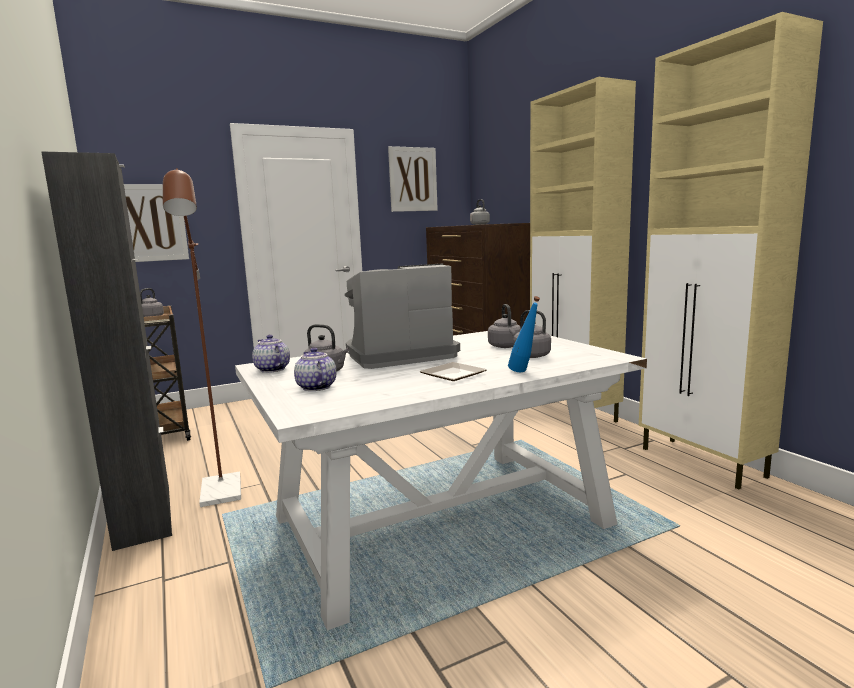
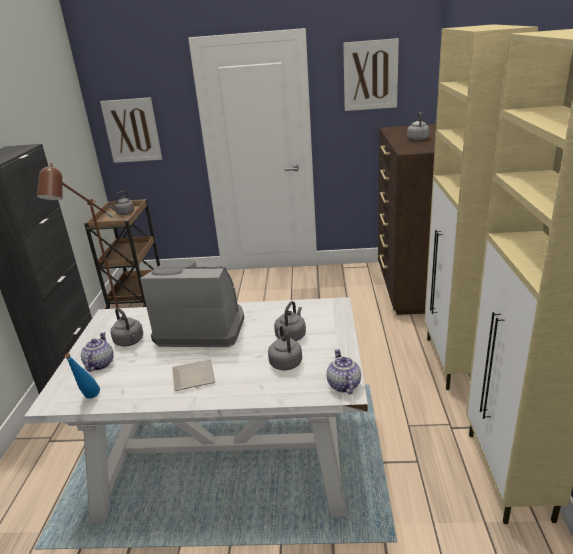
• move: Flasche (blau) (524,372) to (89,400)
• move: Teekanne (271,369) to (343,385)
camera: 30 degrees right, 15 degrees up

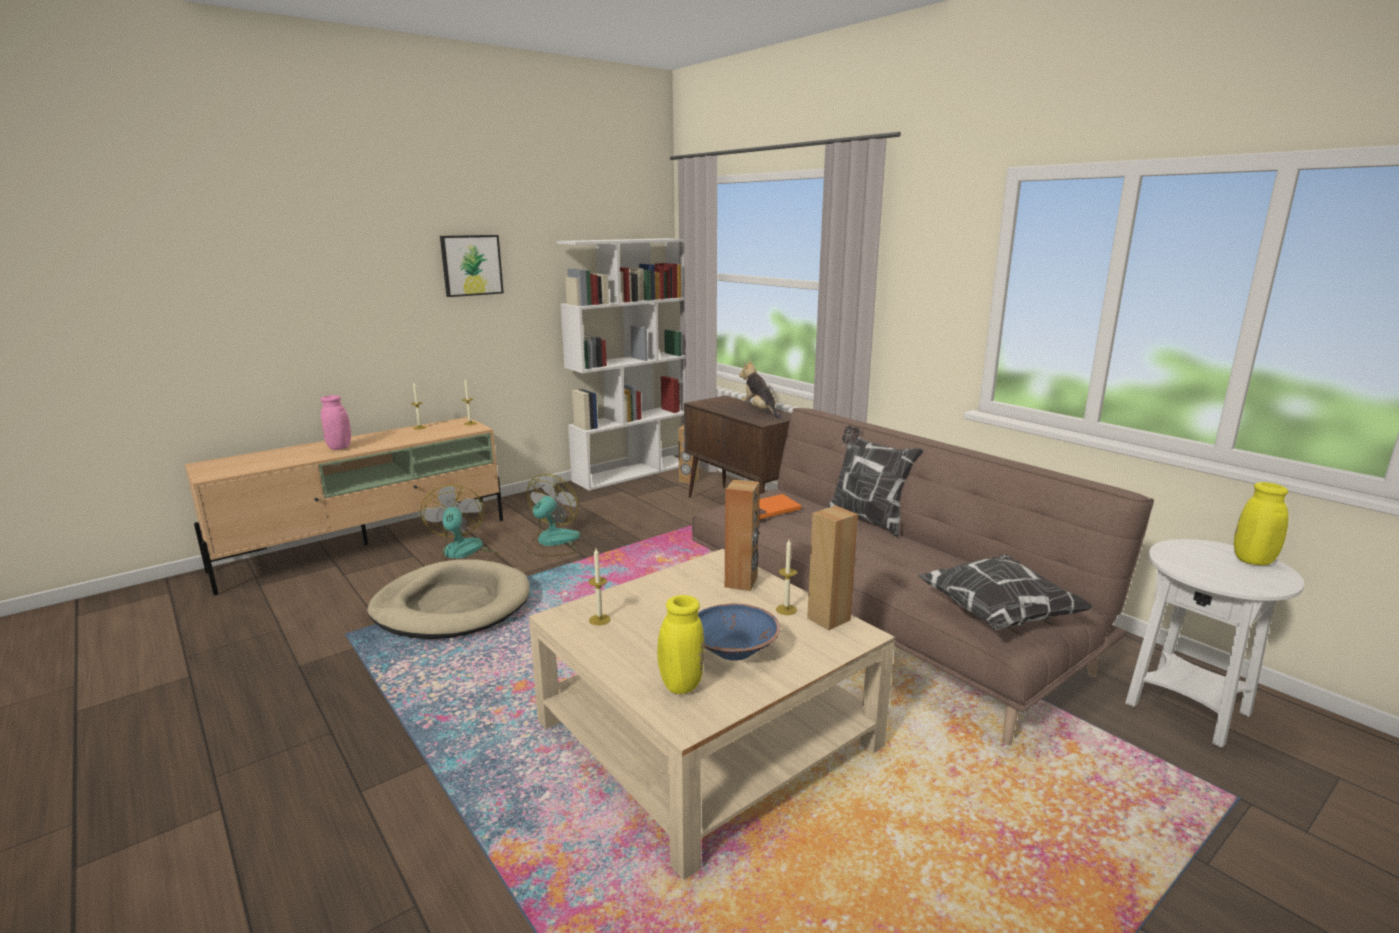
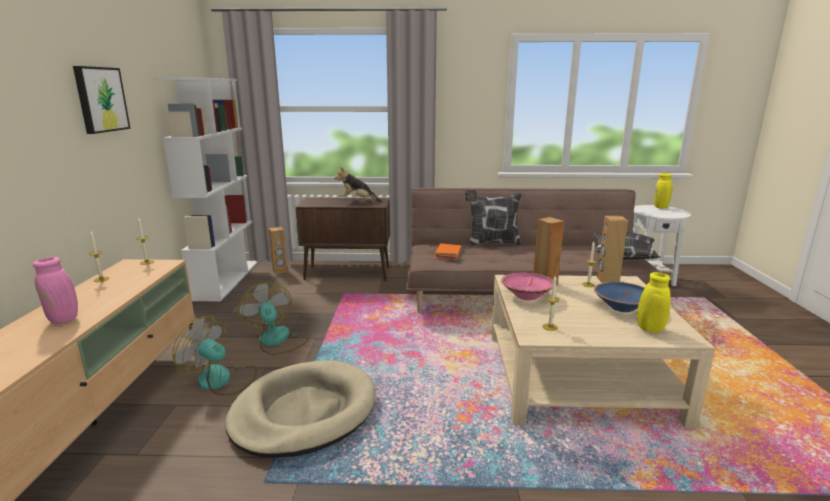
• insert: Schüssel (rosa) (526,296)
camera: 50 degrees left, 0 degrees up

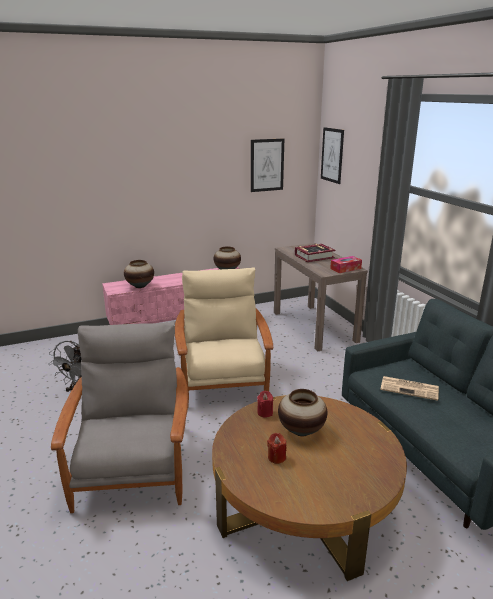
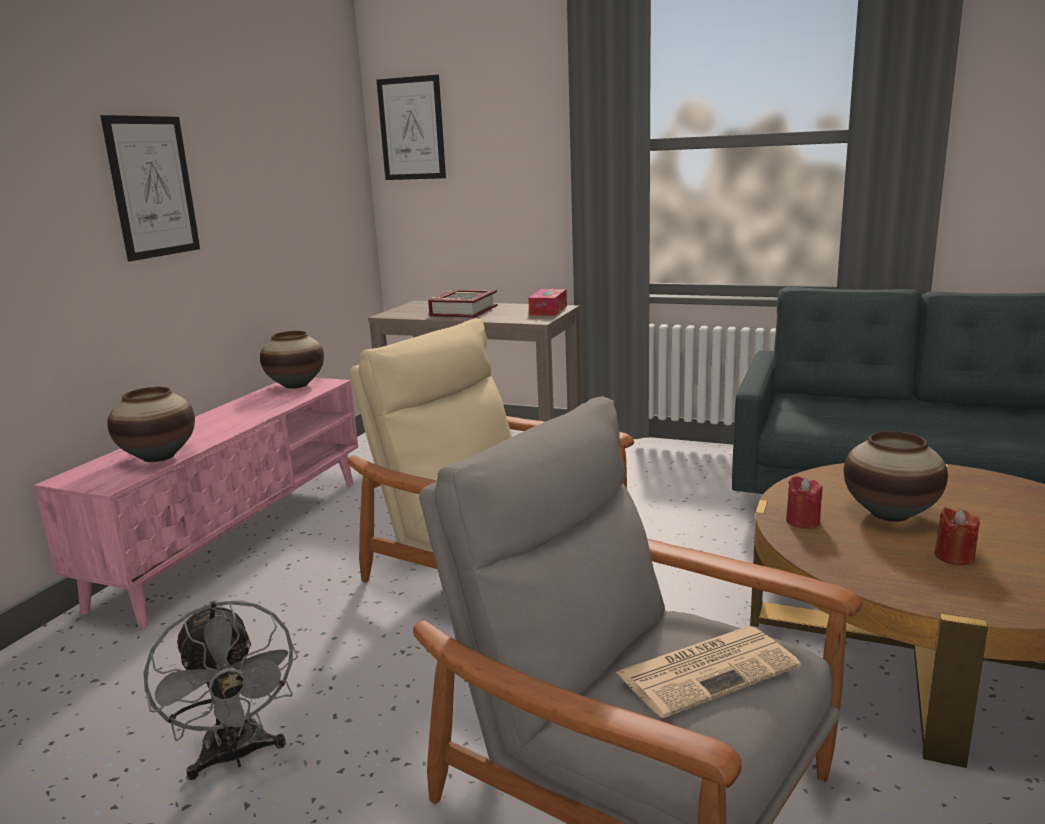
• move: Bild (267,165) to (152,187)
• move: Zeitung (410,388) to (708,669)
camera: 45 degrees left, 5 degrees down

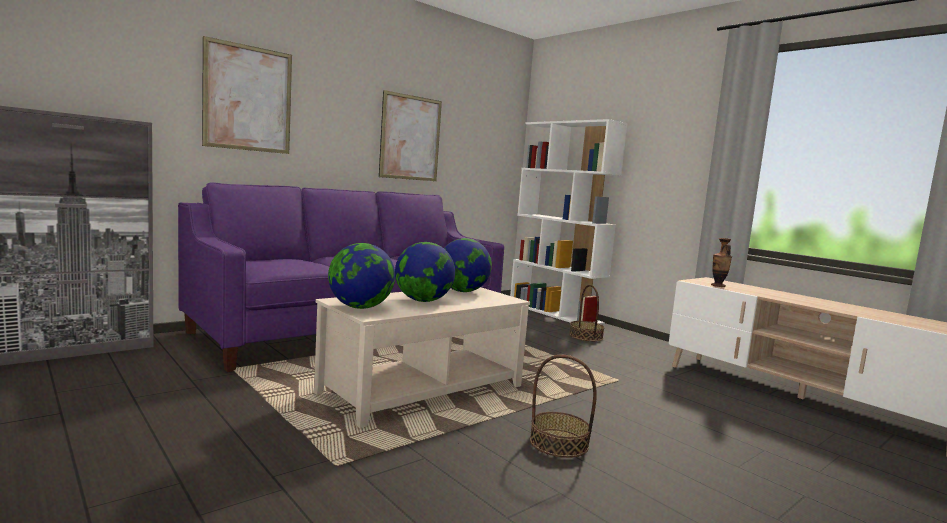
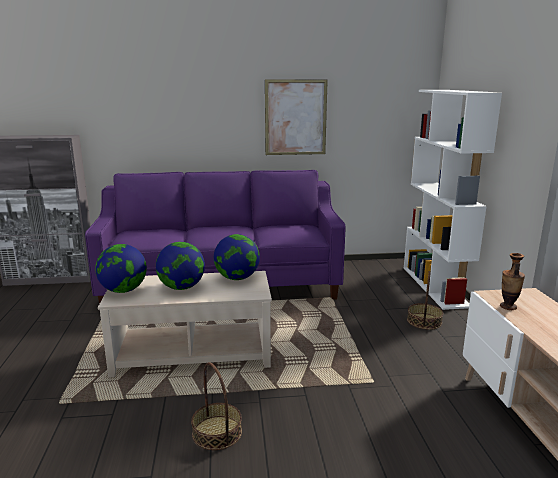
• delete: Bild (248,98)
camera: 35 degrees right, 10 degrees up

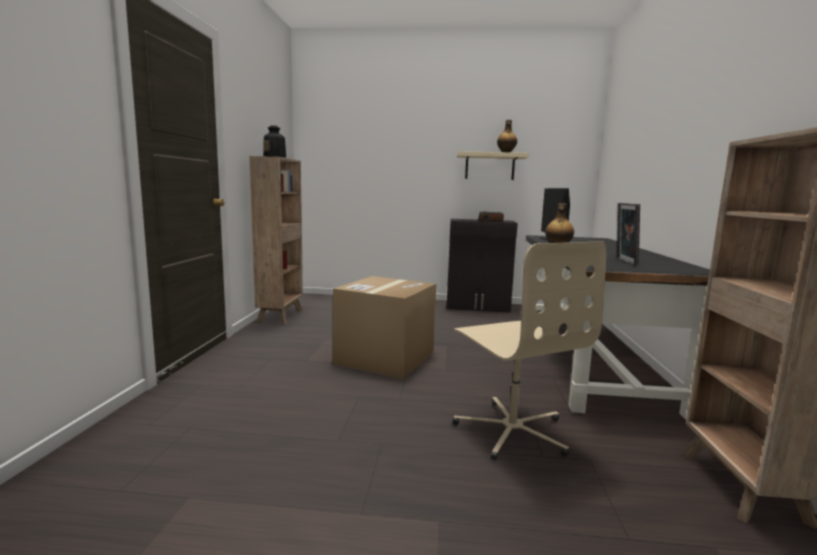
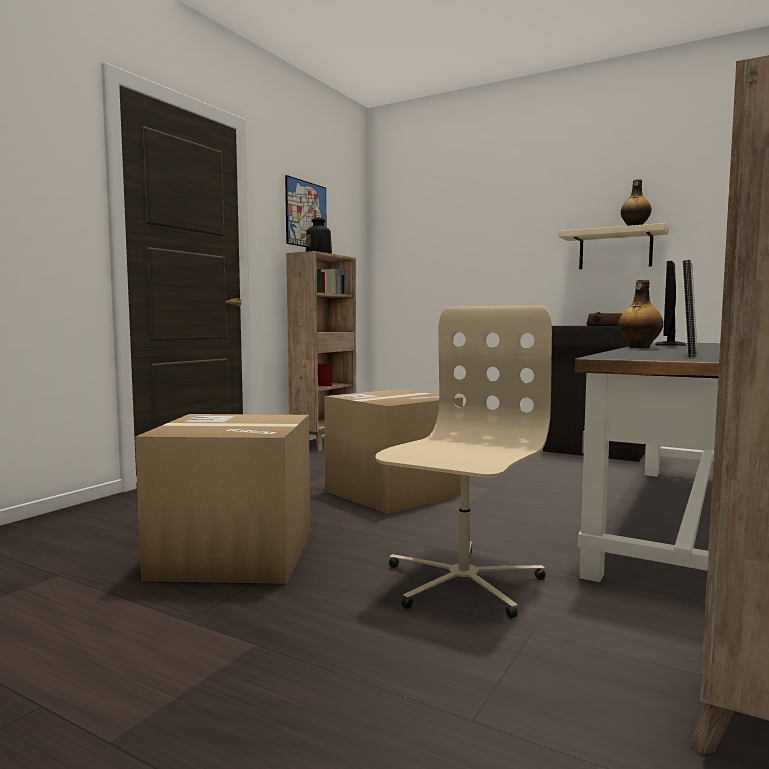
• insert: Karton (234,554)
• insert: Bild (306,214)
• rotate: Bürostuhl (beige) (512,430) = (462,582) 150 degrees counterclockwise
camera: 25 degrees right, 5 degrees down

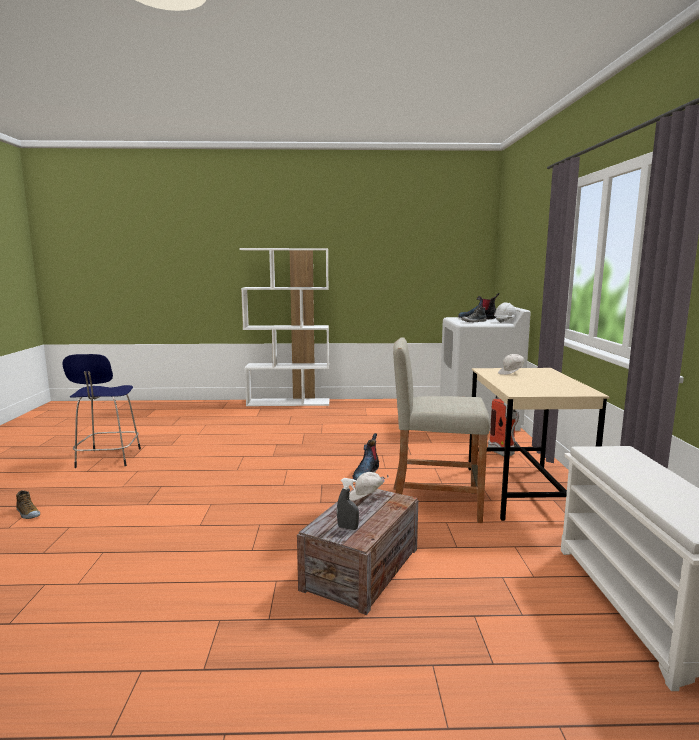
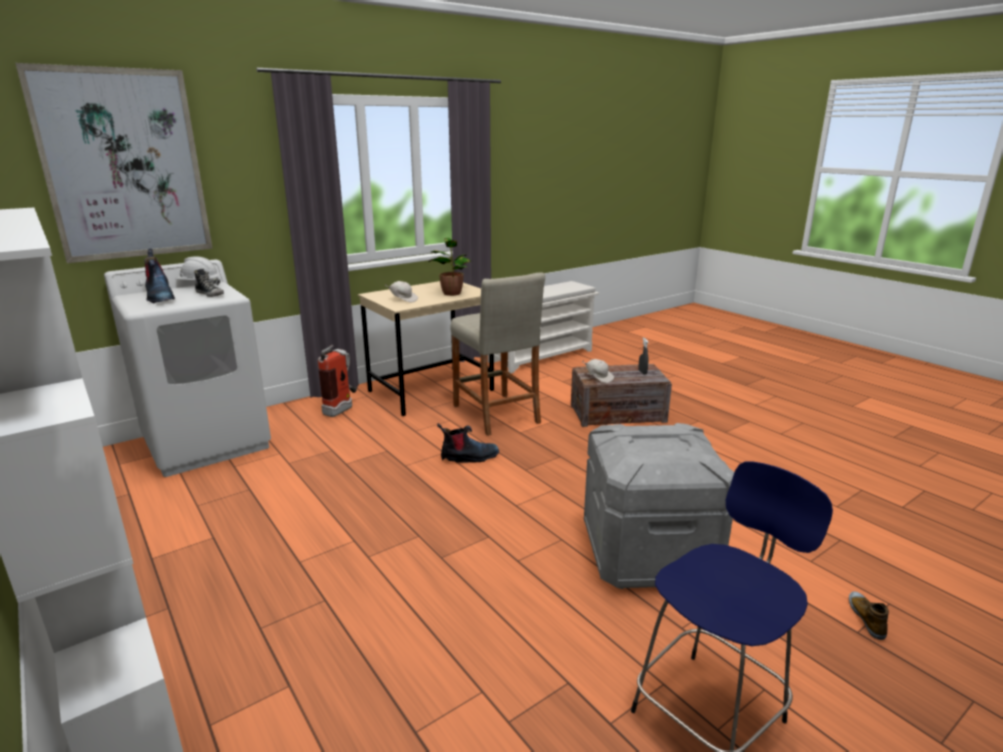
• insert: Bild (124,165)
• insert: Topfpflanze (451,293)
• insert: Aufbewahrungsbox (grau) (647,555)
camera: 125 degrees left, 10 degrees up

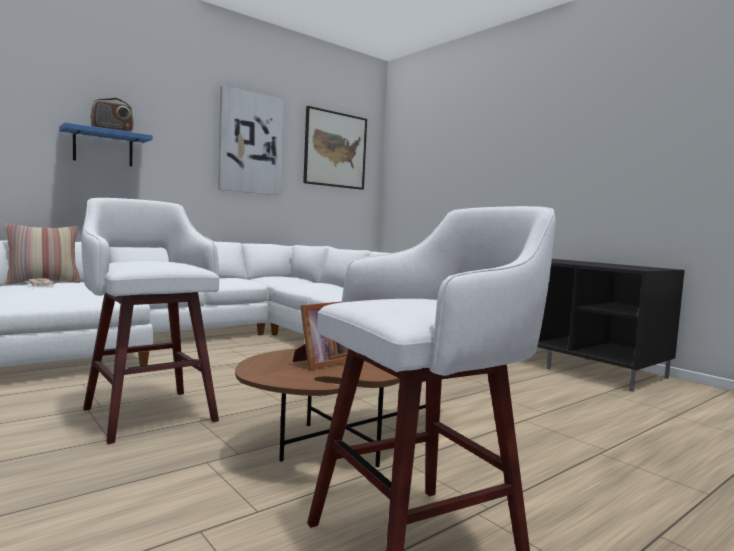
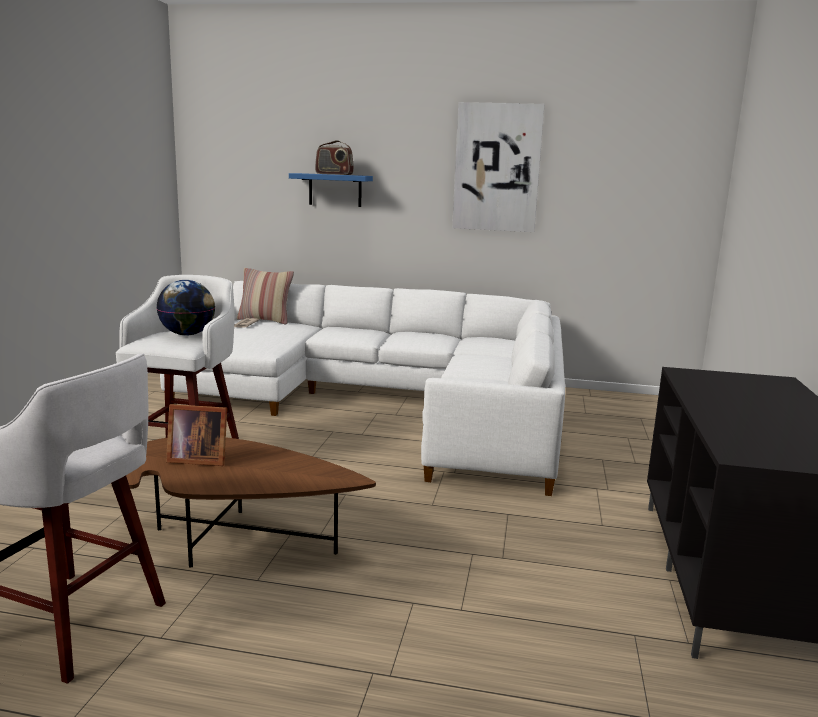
• insert: Globus (187,334)
• delete: Bild (335,150)
camera: 50 degrees right, 10 degrees up

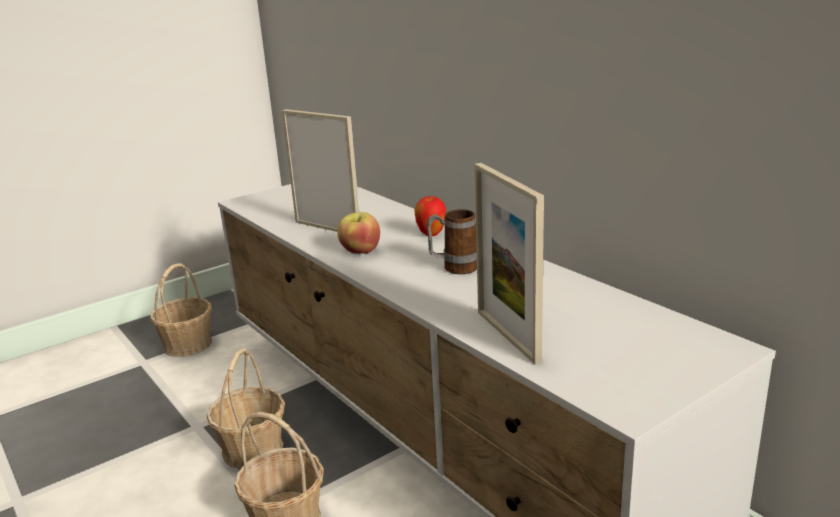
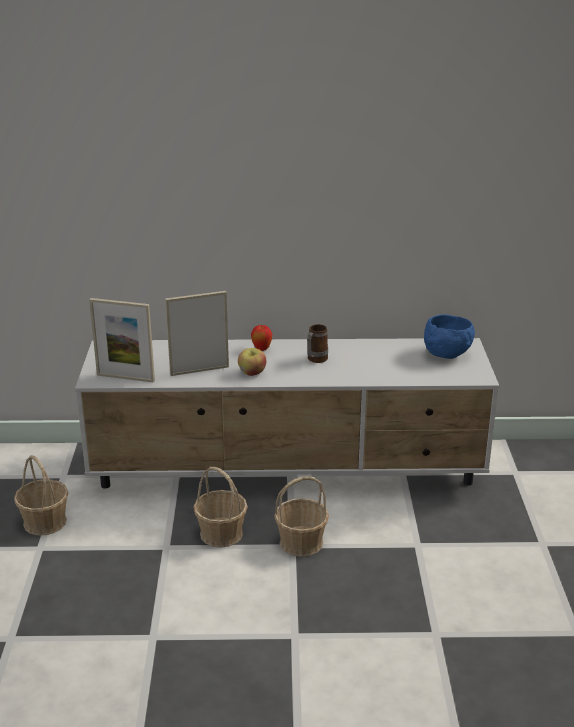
• move: Bilderrahmen (507,336) to (125,378)
• insert: Schüssel (blau) (447,355)
camera: 55 degrees left, 5 degrees up

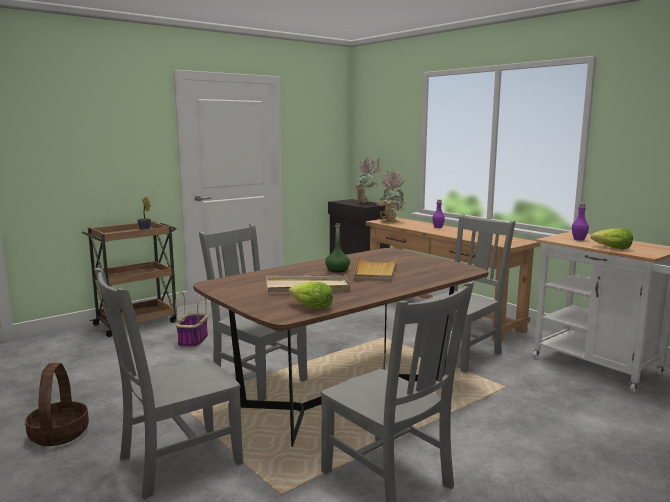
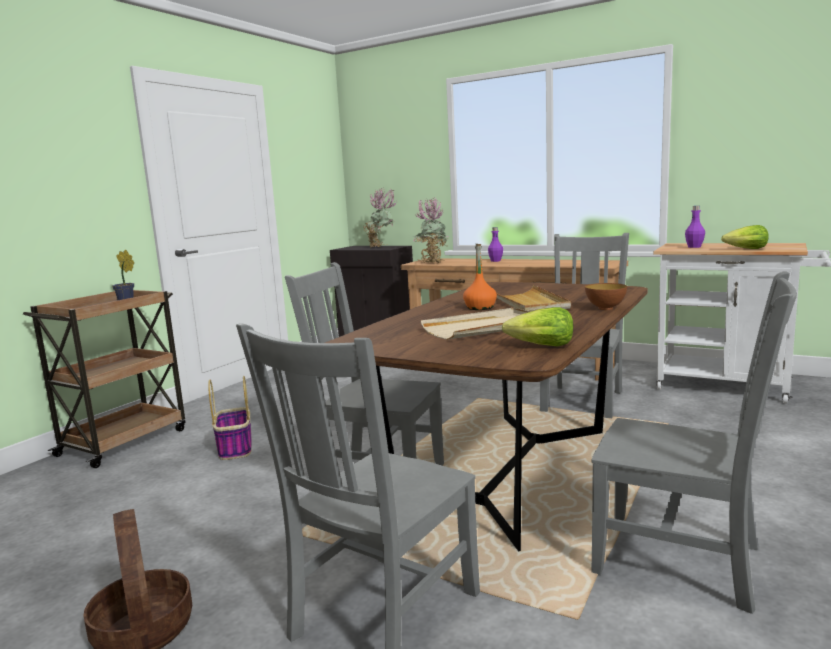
• recolor: Flasche (grün) (337,270) to Flasche (orange) (480,307)
• insert: Schüssel (605,308)
camera: 20 degrees left, 0 degrees up

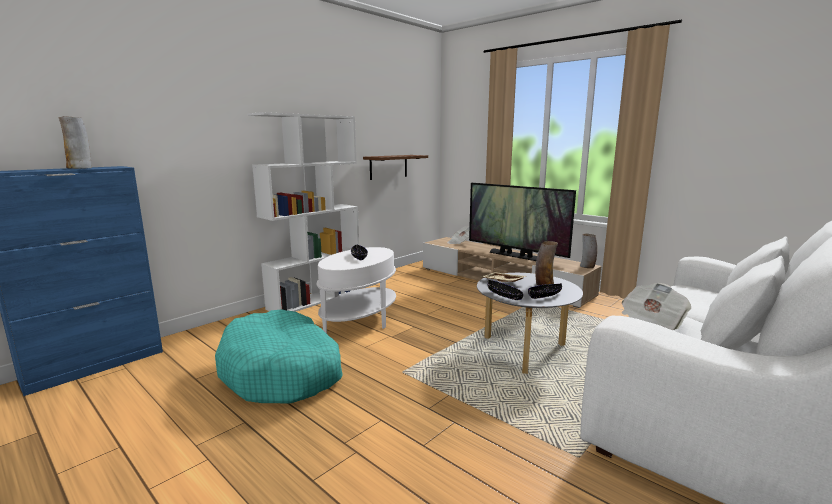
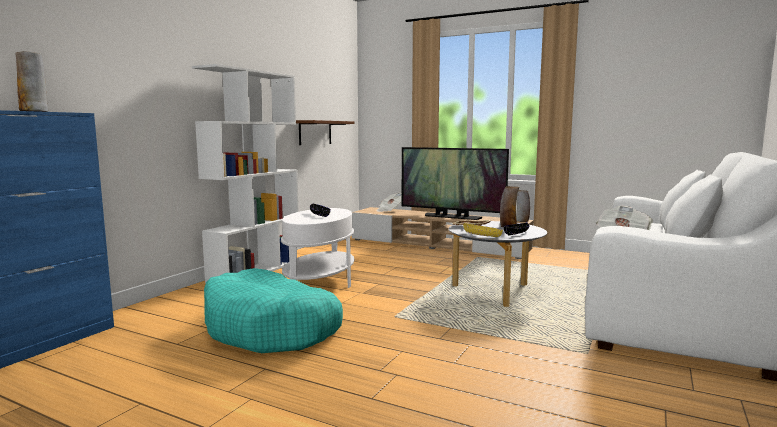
• recolor: Schüssel (schwarz) (504,295) to Schüssel (gelb) (482,235)
camera: 15 degrees left, 5 degrees down

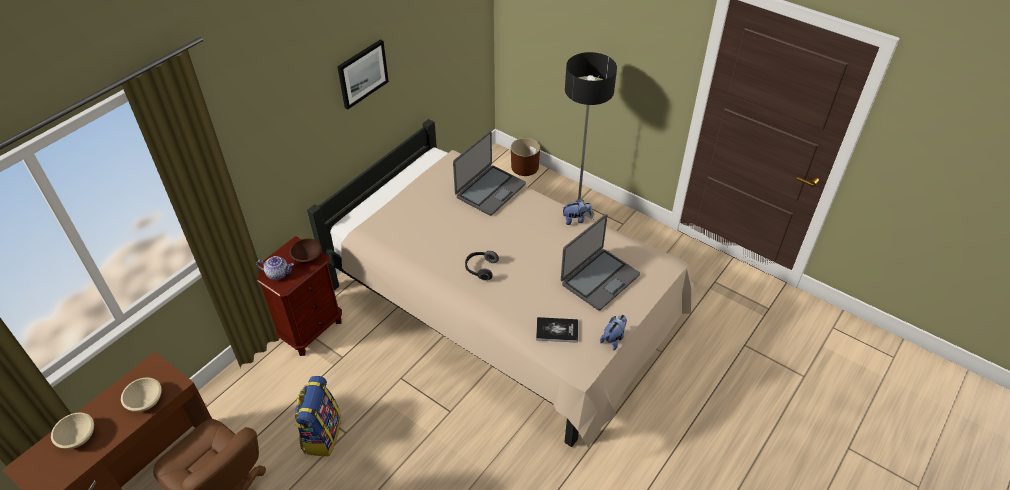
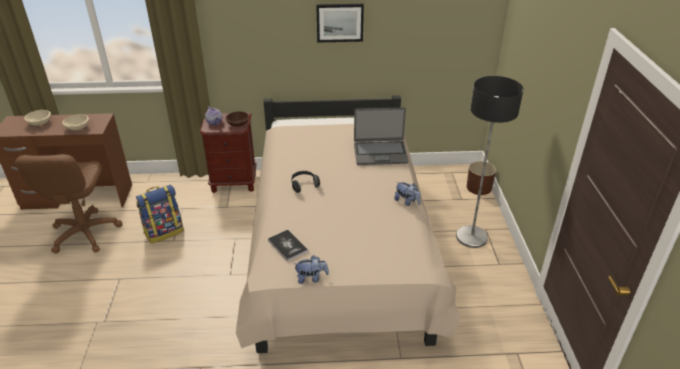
• delete: Laptop (599,279)
camera: 50 degrees right, 10 degrees down

